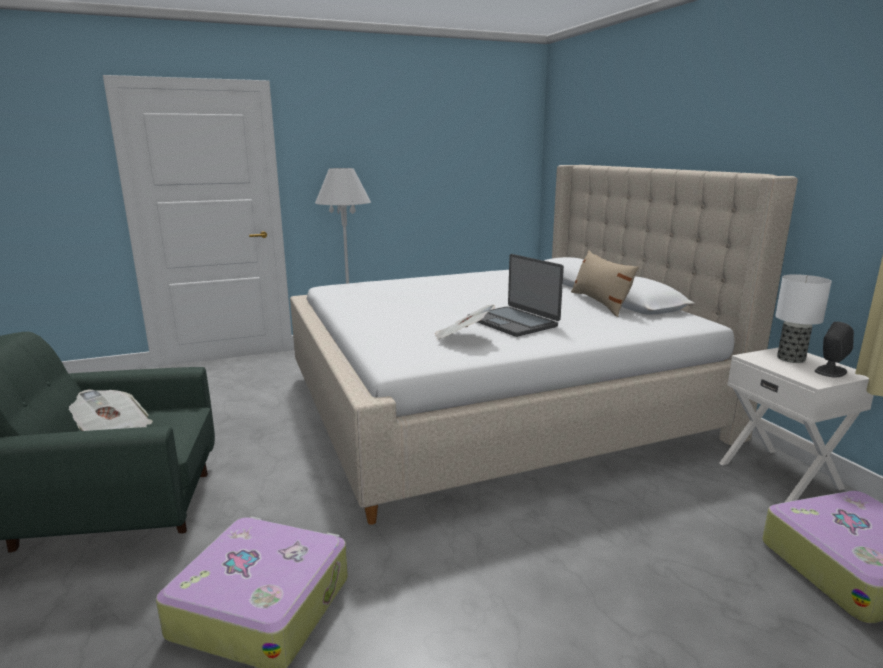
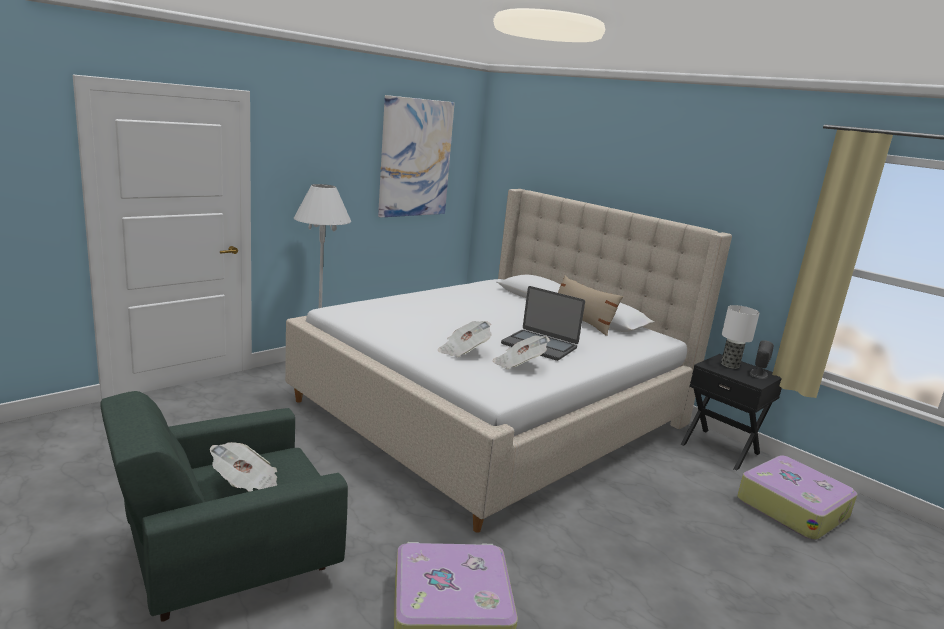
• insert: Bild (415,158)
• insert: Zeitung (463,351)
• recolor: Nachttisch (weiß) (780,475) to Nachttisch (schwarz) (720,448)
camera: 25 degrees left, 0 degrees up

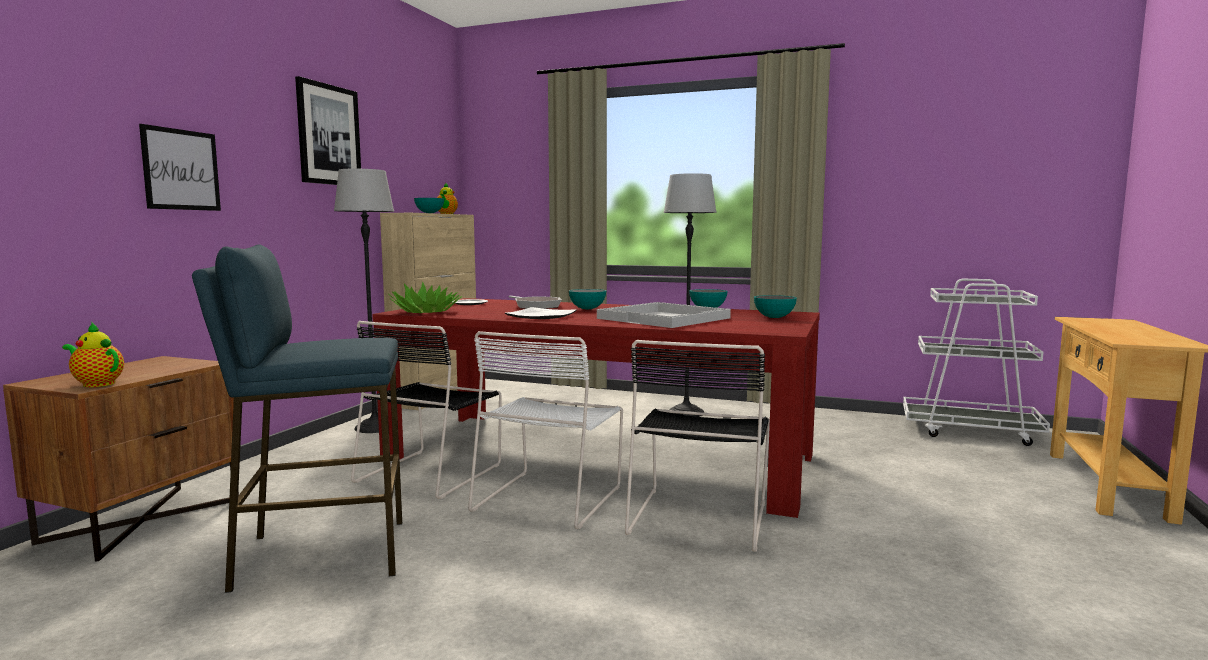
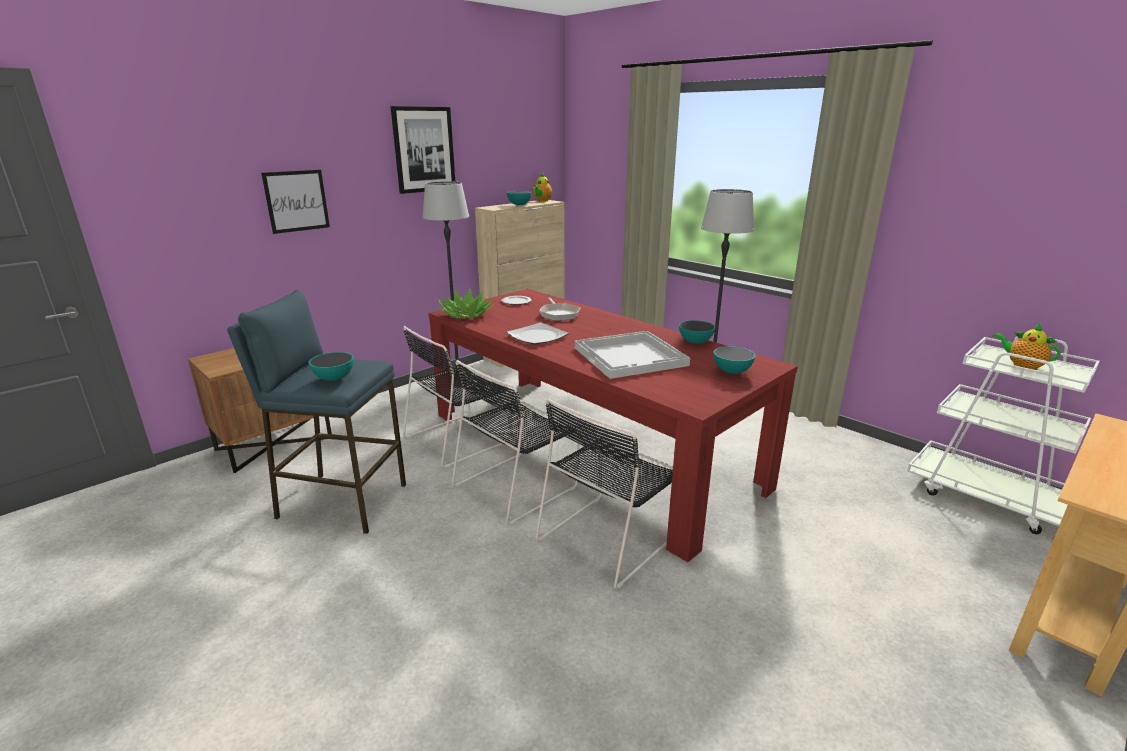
• move: Schüssel (587,309) to (334,379)
• recolor: Stuhl (weiß) (550,496) to Stuhl (schwarz) (518,485)
• move: Teekanne (96,384) to (1021,366)
camera: 25 degrees right, 15 degrees up

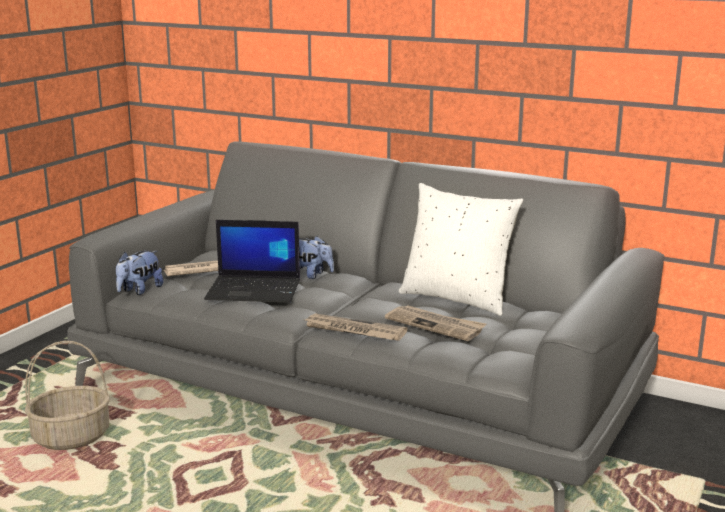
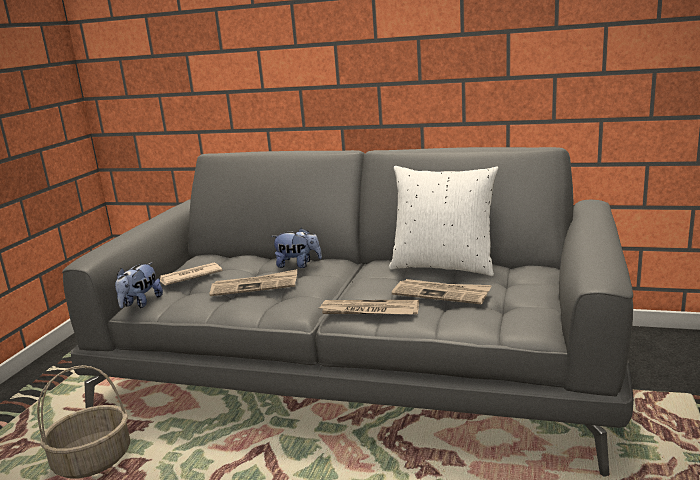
• replace: Laptop (255,290) to Zeitung (255,286)
camera: 10 degrees left, 0 degrees up

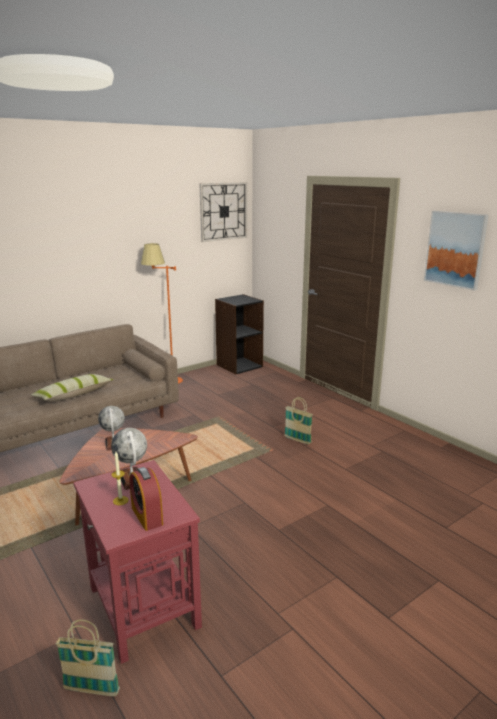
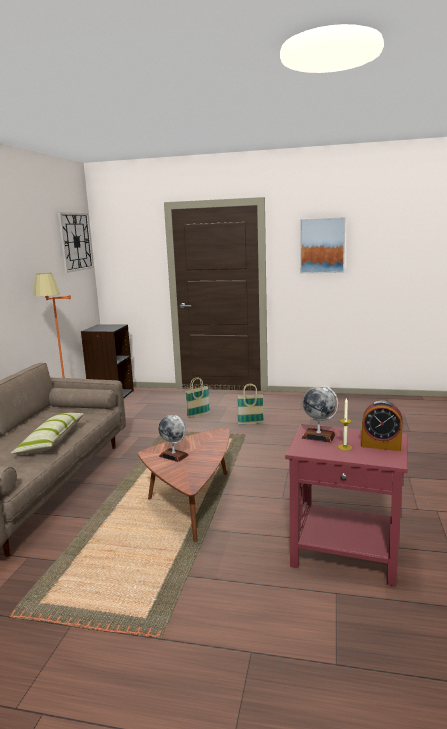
• move: Korb (91,690) to (198,415)
camera: 40 degrees left, 5 degrees down

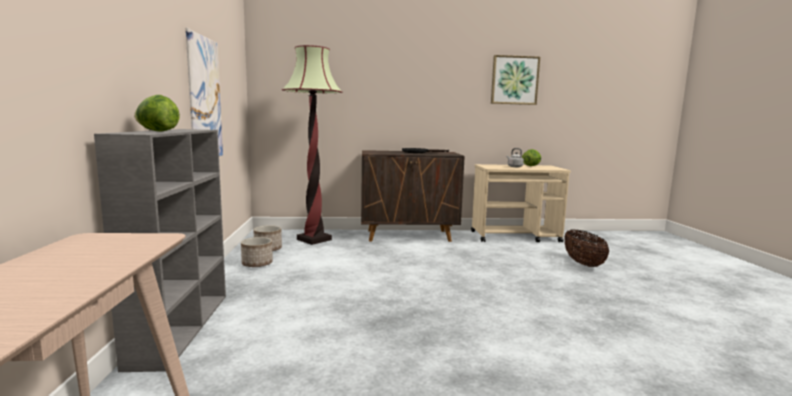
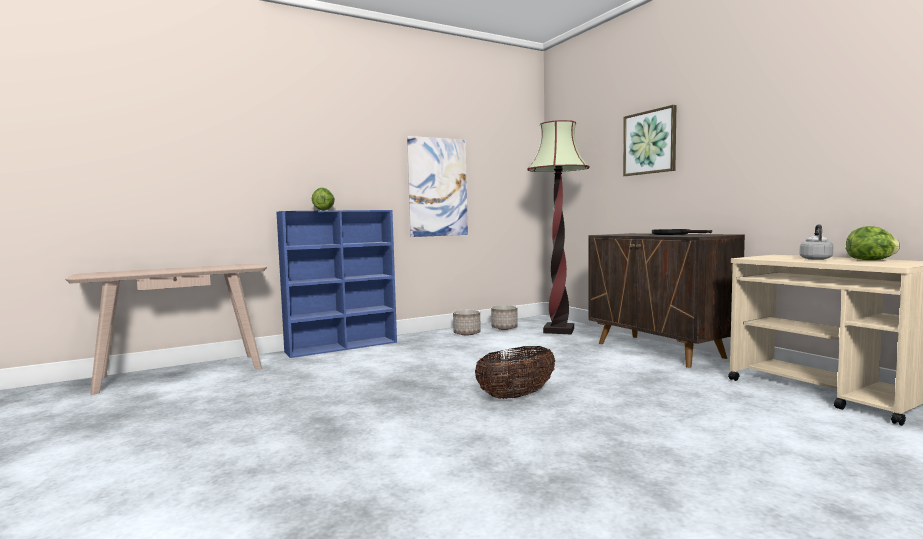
• recolor: Bücherregal (grau) (181,327) to Bücherregal (blau) (343,346)
• move: Korb (583,263) to (516,396)
• move: Bild (514,80) to (650,142)
camera: 65 degrees right, 5 degrees down

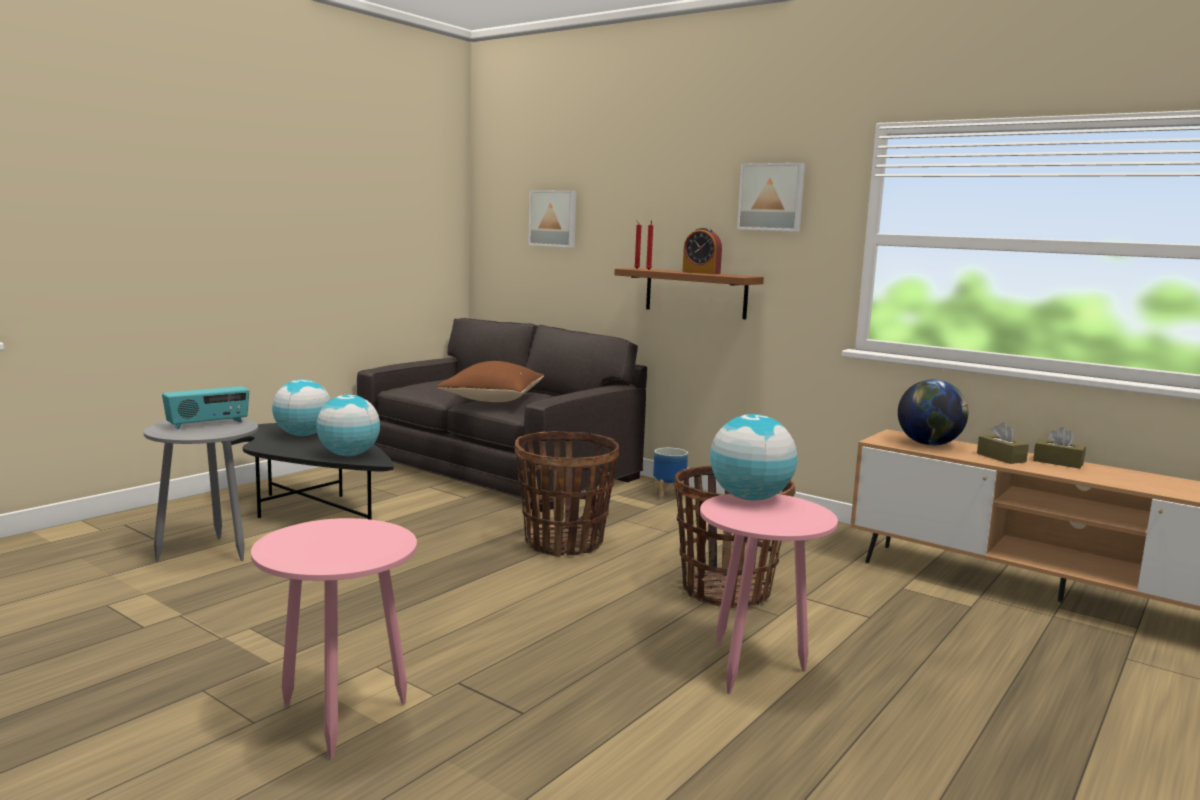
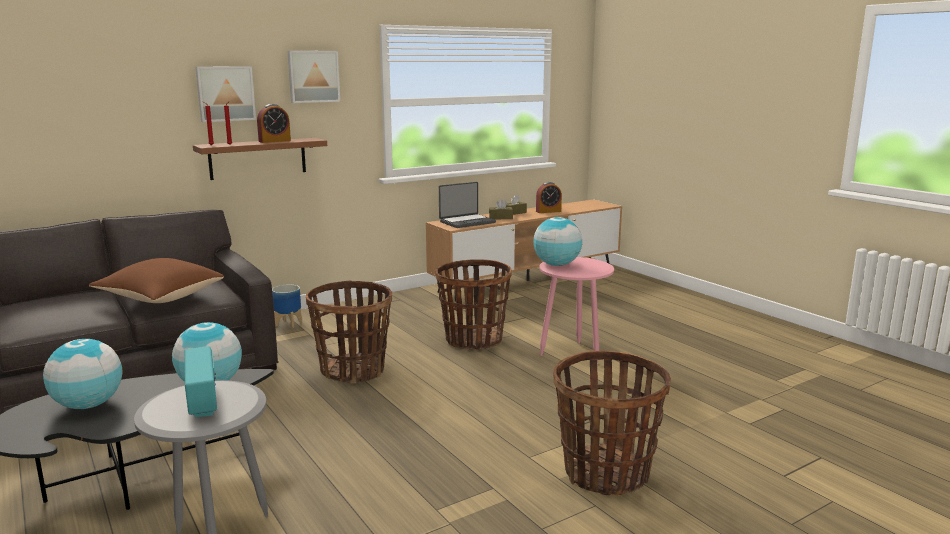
• move: Bild (554,218) to (225,93)
• replace: Globus (929,444) to Laptop (466,222)
• insert: Wecker (548,211)
• replace: Beistelltisch (rosa) (339,725) to Korb (606,473)
camera: 70 degrees left, 5 degrees up

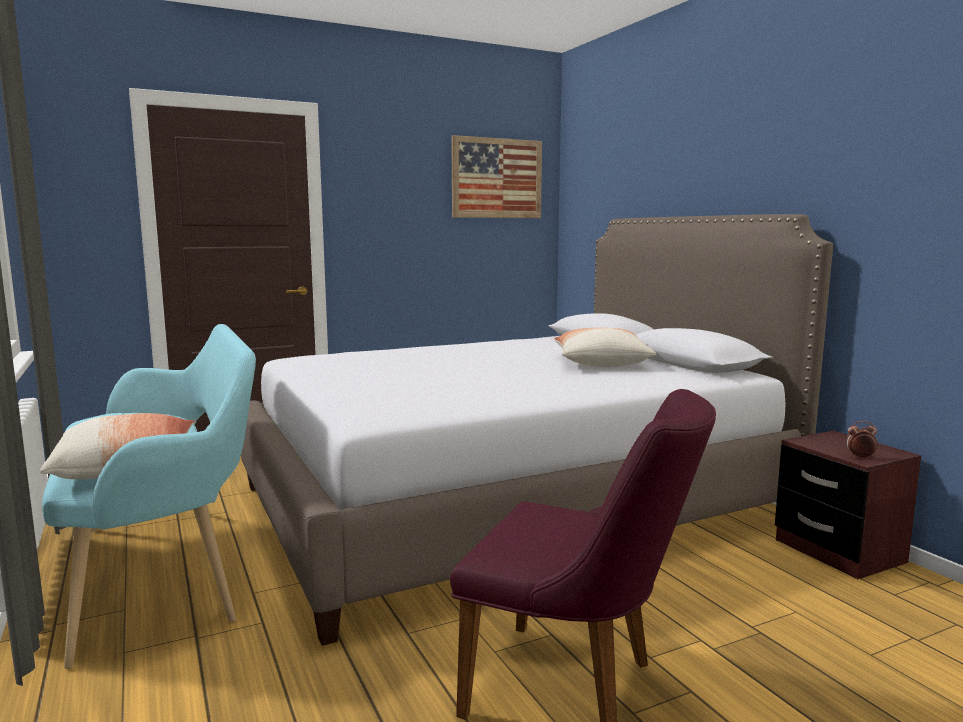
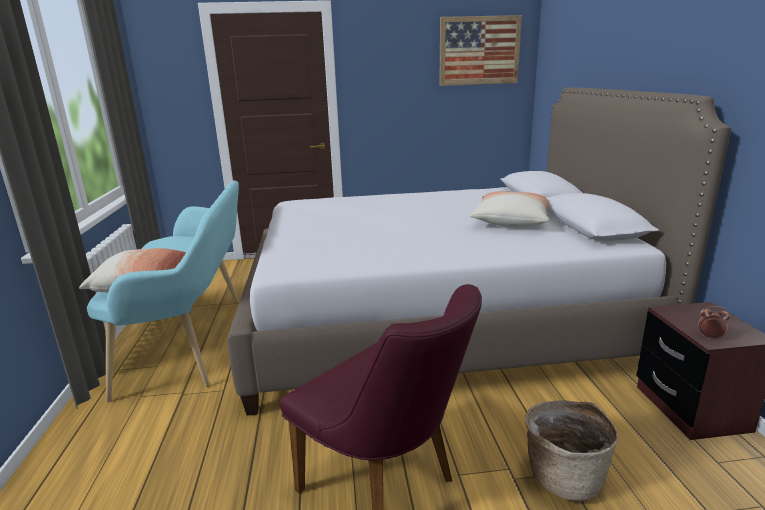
• insert: Korb (564,475)
camera: 20 degrees right, 10 degrees up

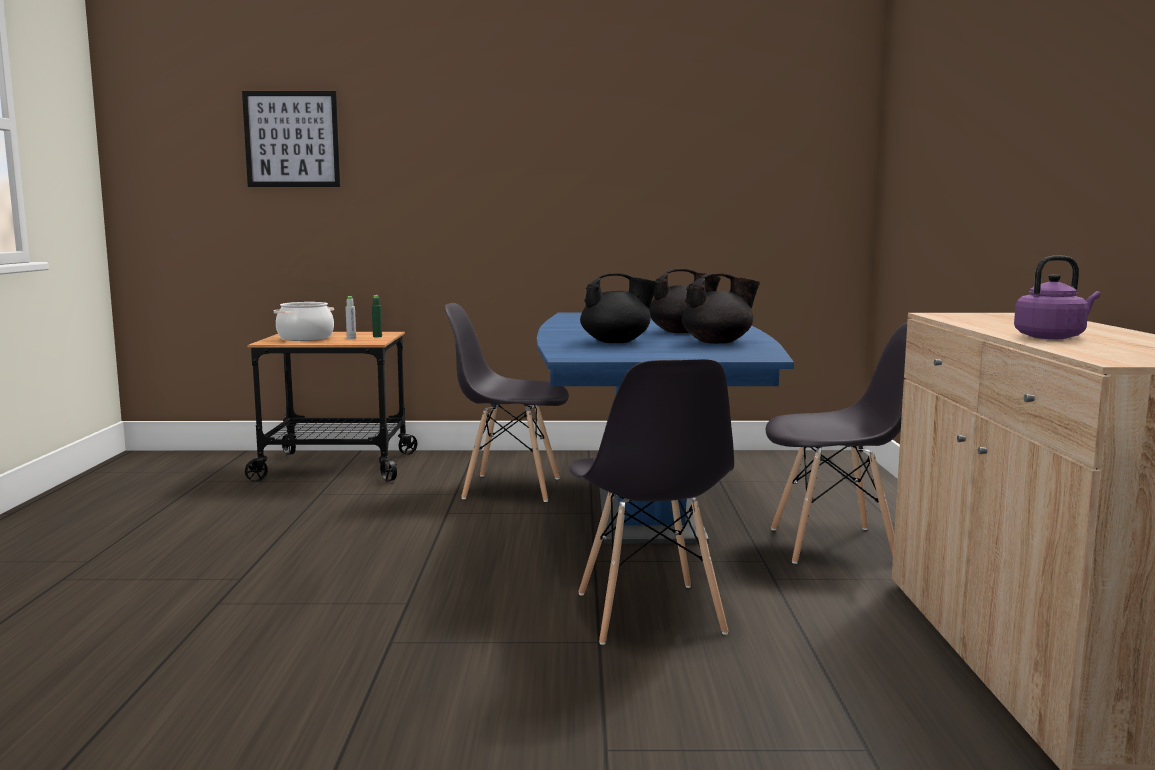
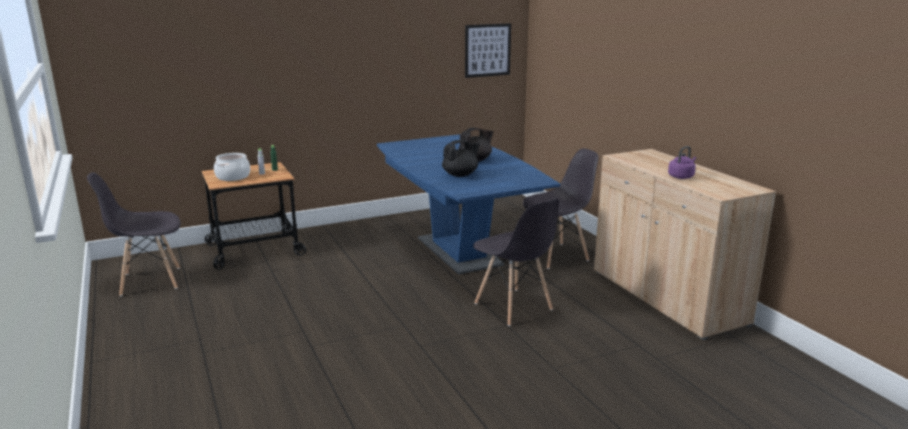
• move: Stuhl (grau) (510,488) to (149,281)
• move: Bild (292,139) to (487,50)
• delete: Teekanne (schwarz) (718,342)
camera: 25 degrees left, 10 degrees up

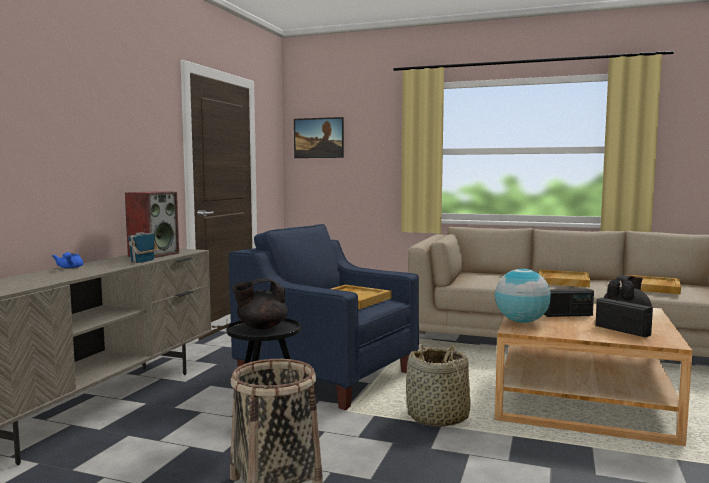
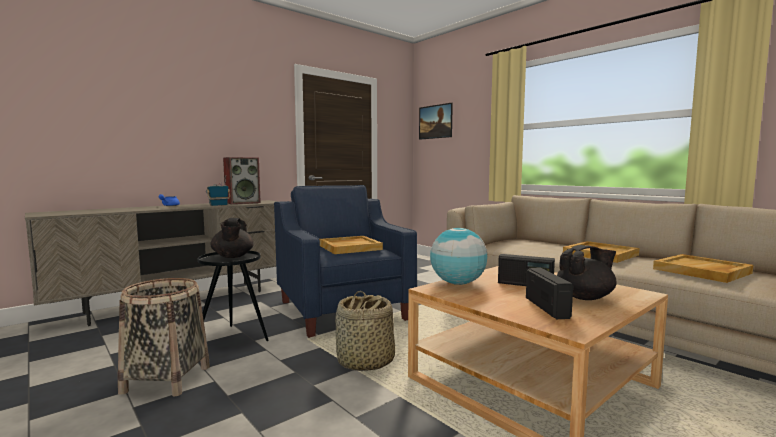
• rotate: Teekanne (schwarz) (261,327) = (233,257) 105 degrees counterclockwise
camera: 30 degrees right, 0 degrees up

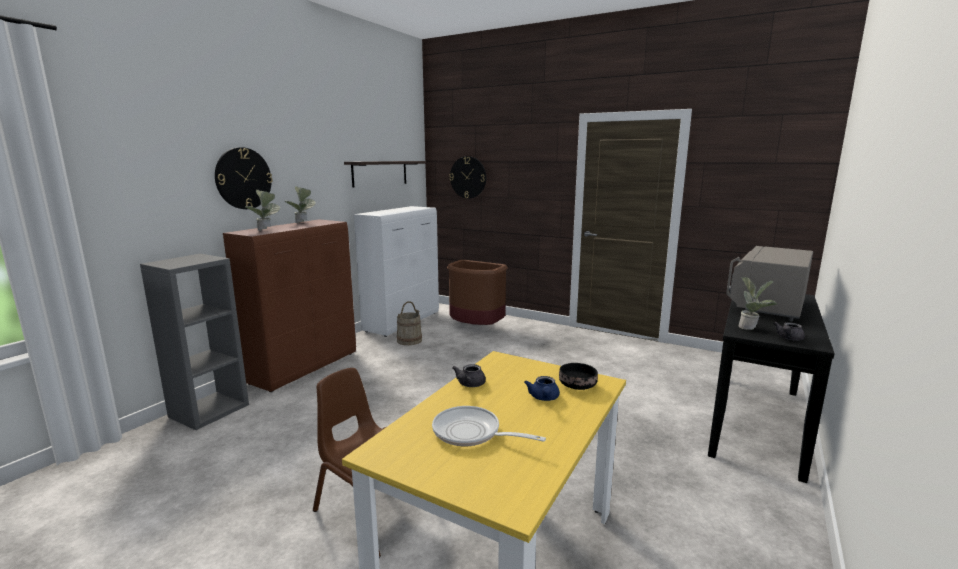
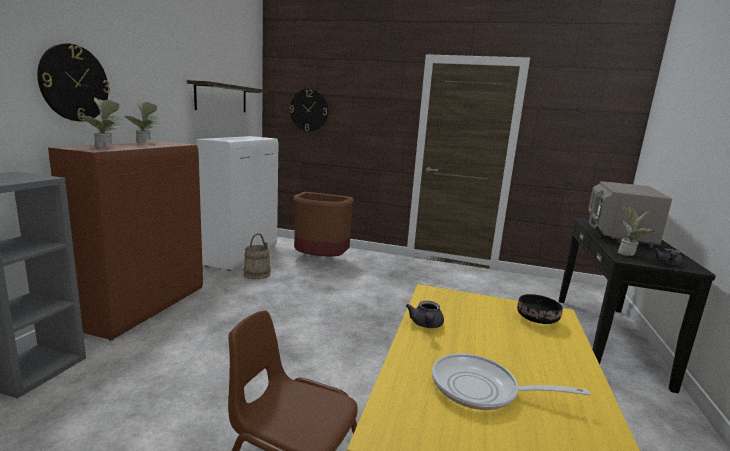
• delete: Teekanne (blau) (544,398)
camera: 15 degrees left, 0 degrees up

